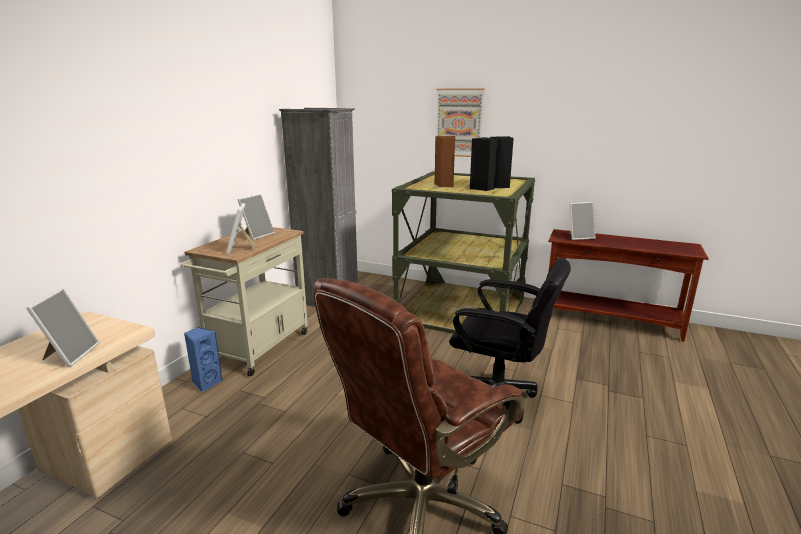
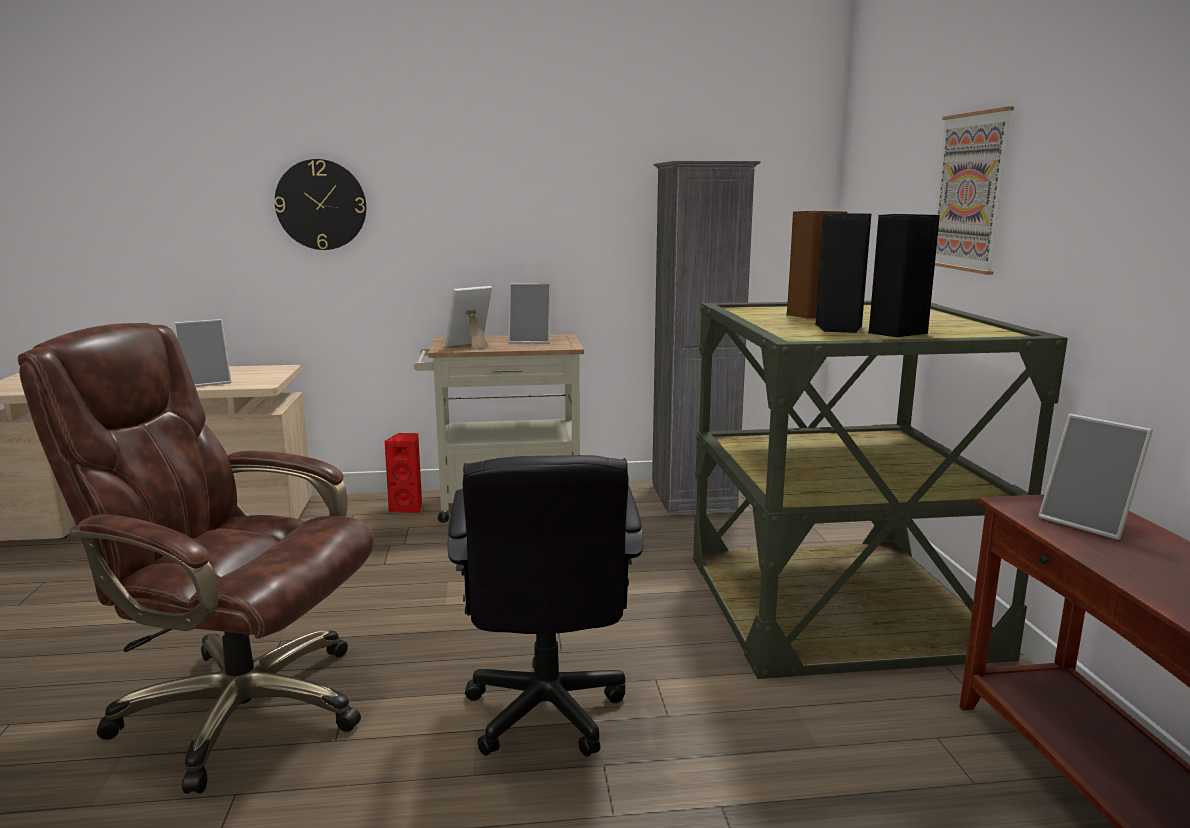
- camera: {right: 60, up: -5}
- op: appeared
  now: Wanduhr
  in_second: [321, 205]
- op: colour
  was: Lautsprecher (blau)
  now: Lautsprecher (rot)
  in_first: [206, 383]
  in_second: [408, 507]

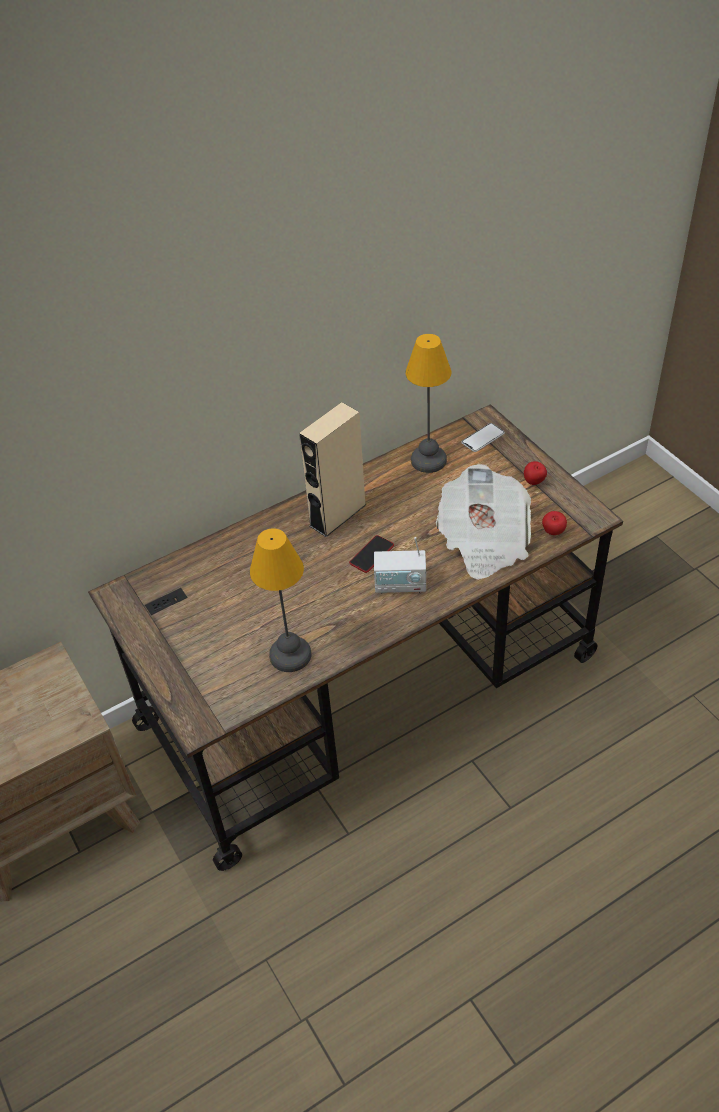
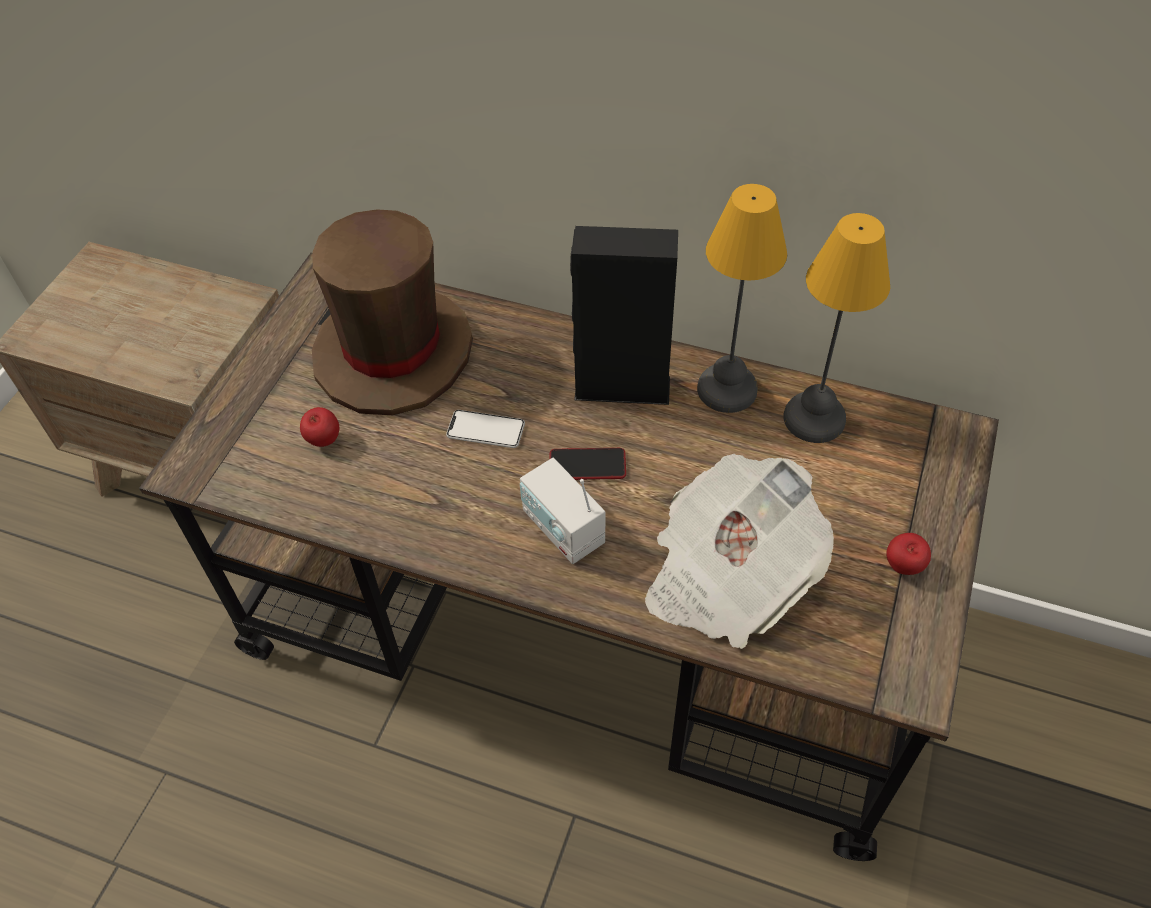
- camera: {right: 50, up: 5}
- op: relocated
  was: Apfel
  in_first: [553, 533]
  in_second: [323, 440]
- op: appeared
  now: Hut (braun)
  in_second: [394, 352]
- op: relocated
  was: Handy
  in_first: [483, 438]
  in_second: [486, 430]
- op: colour
  was: Lautsprecher (beige)
  now: Lautsprecher (schwarz)
  in_first: [337, 515]
  in_second: [622, 388]
- op: relocated
  was: Tischlampe
  in_first: [290, 656]
  in_second: [725, 390]

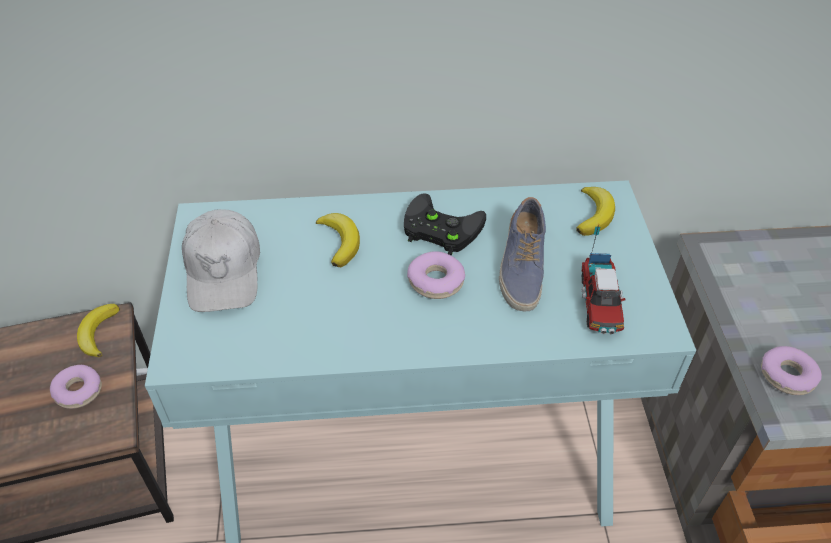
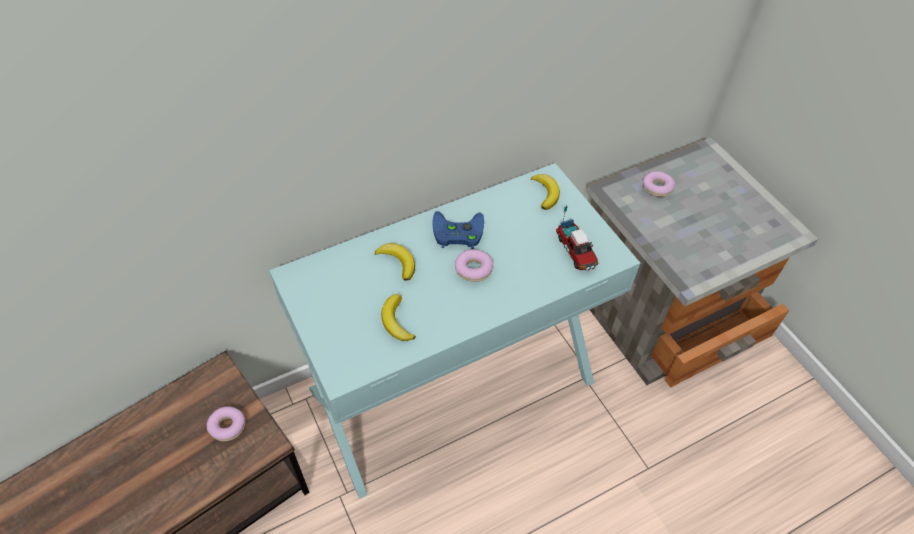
- camera: {right: -25, up: 5}
- op: relocated
  was: Banane
  in_first: [98, 332]
  in_second: [396, 321]
- op: colour
  was: Gamepad (schwarz)
  now: Gamepad (blau)
  in_first: [438, 228]
  in_second: [456, 233]
- op: relocated
  was: Donut
  in_first: [787, 375]
  in_second: [657, 187]
- op: missing
  was: Kappe (weiß)
  in_first: [224, 271]
- op: missing
  was: Schuh
  in_first: [521, 267]

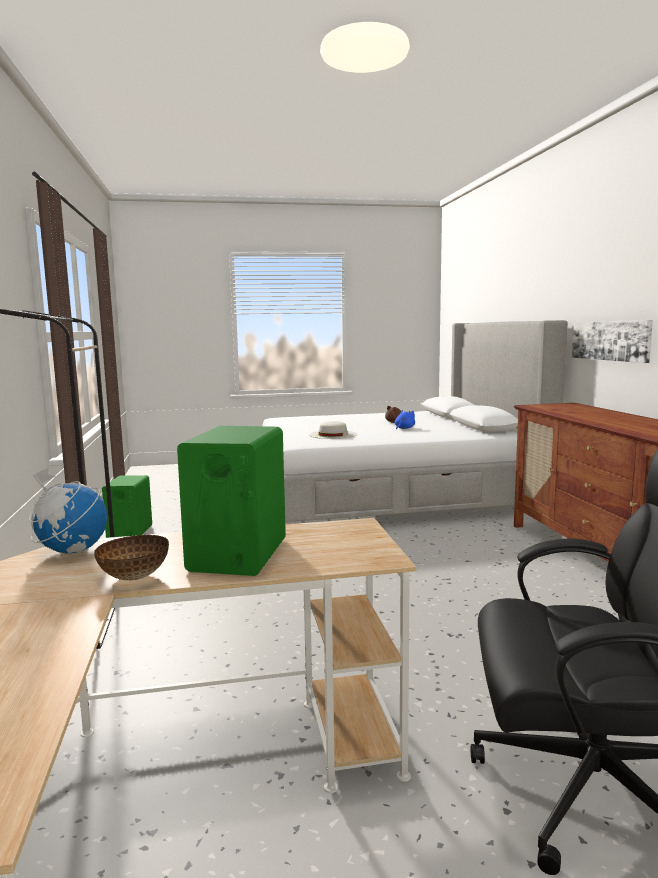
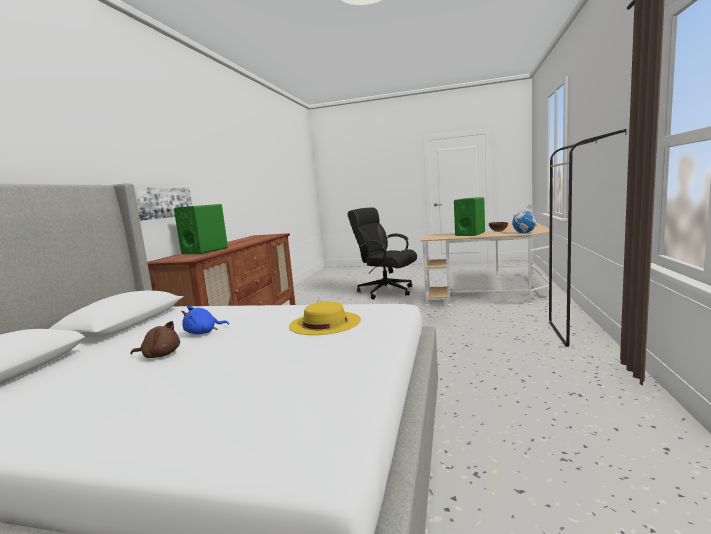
- camera: {right: -155, up: 0}
- op: relocated
  was: Lautsprecher (grün)
  in_first: [130, 533]
  in_second: [205, 251]
- op: colour
  was: Hut (weiß)
  now: Hut (gelb)
  in_first: [333, 434]
  in_second: [325, 323]

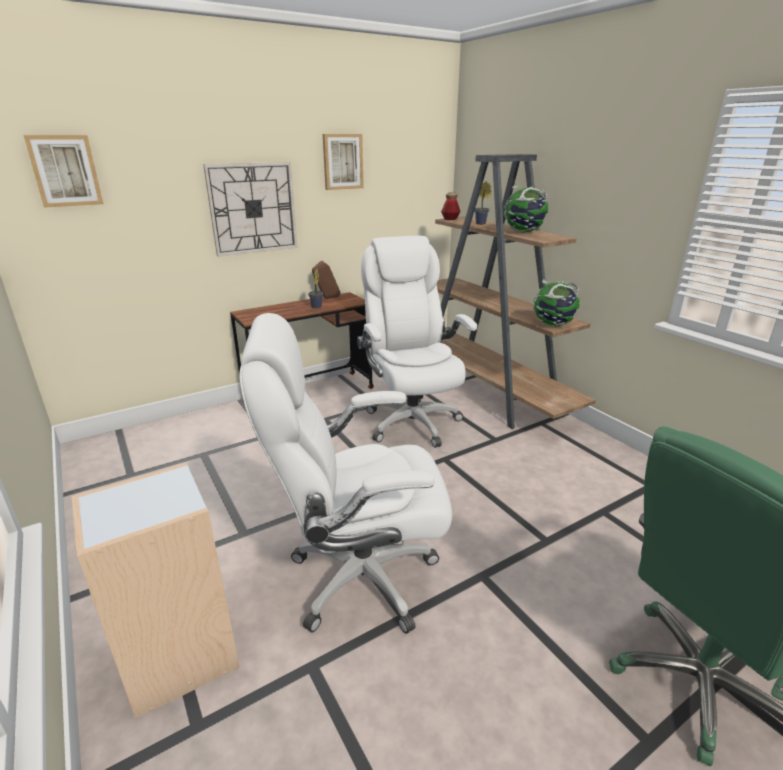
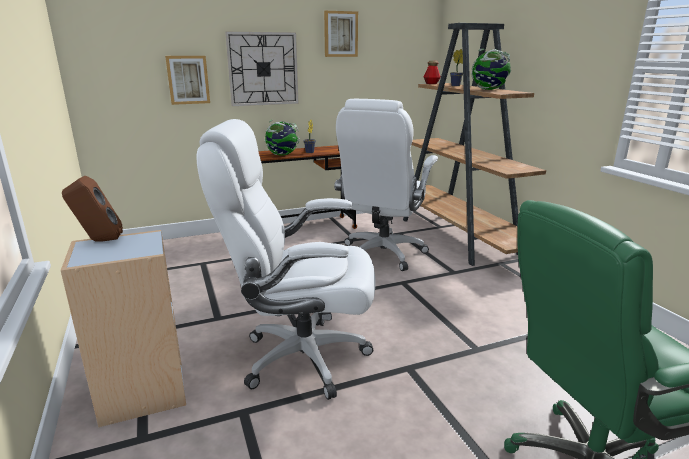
- camera: {right: 10, up: -5}
- op: relocated
  was: Lautsprecher (braun)
  in_first: [326, 298]
  in_second: [98, 241]
- op: relocated
  was: Bild
  in_first: [65, 171]
  in_second: [188, 80]
- op: relocated
  was: Globus
  in_first: [553, 325]
  in_second: [282, 155]
- op: spun
  was: Bürostuhl (weiß)
  in_first: [411, 422]
  in_second: [382, 254]
  clockwise: -150

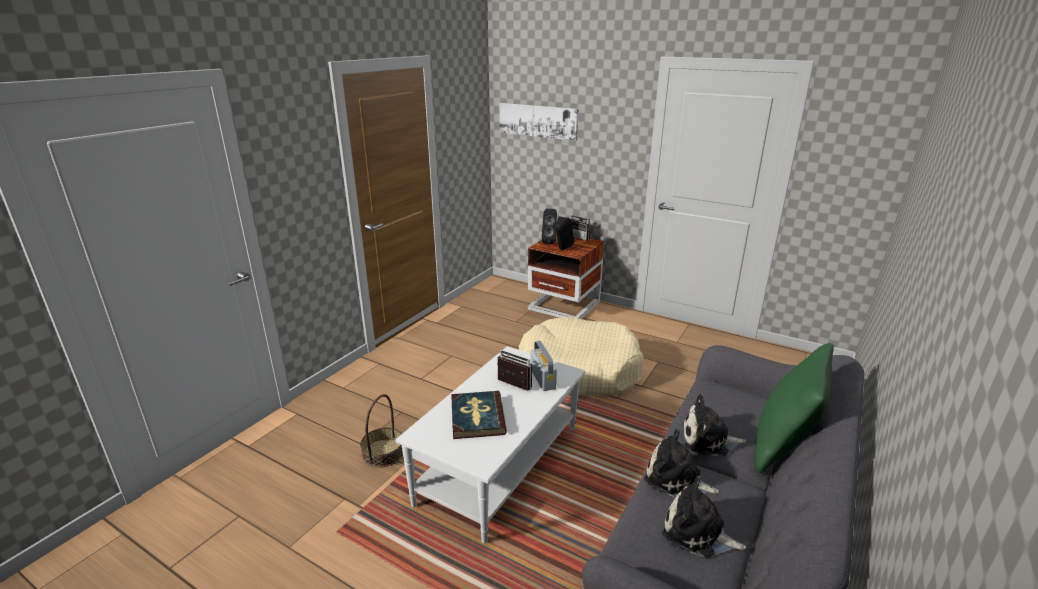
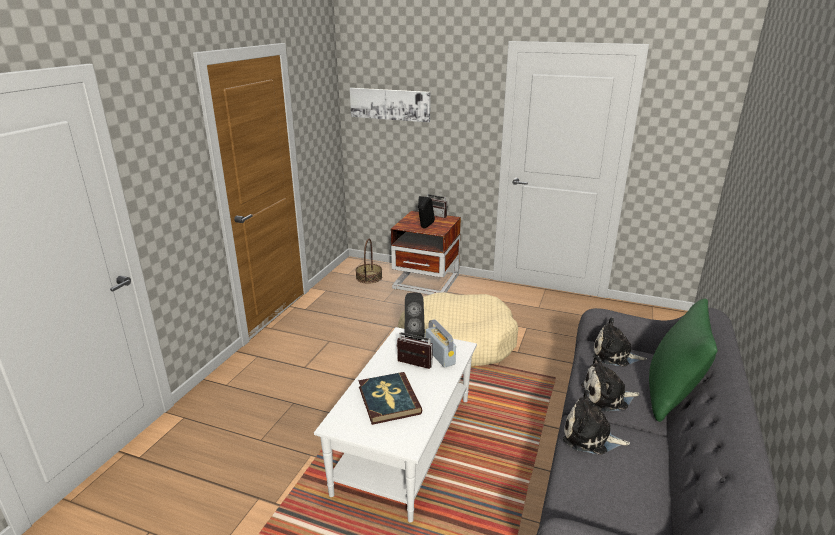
- camera: {right: -10, up: 0}
- op: relocated
  was: Korb
  in_first: [383, 452]
  in_second: [369, 277]
- op: relocated
  was: Lautsprecher (schwarz)
  in_first: [549, 242]
  in_second: [414, 334]
- op: relocated
  was: Plüschtier
  in_first: [697, 533]
  in_second: [614, 355]

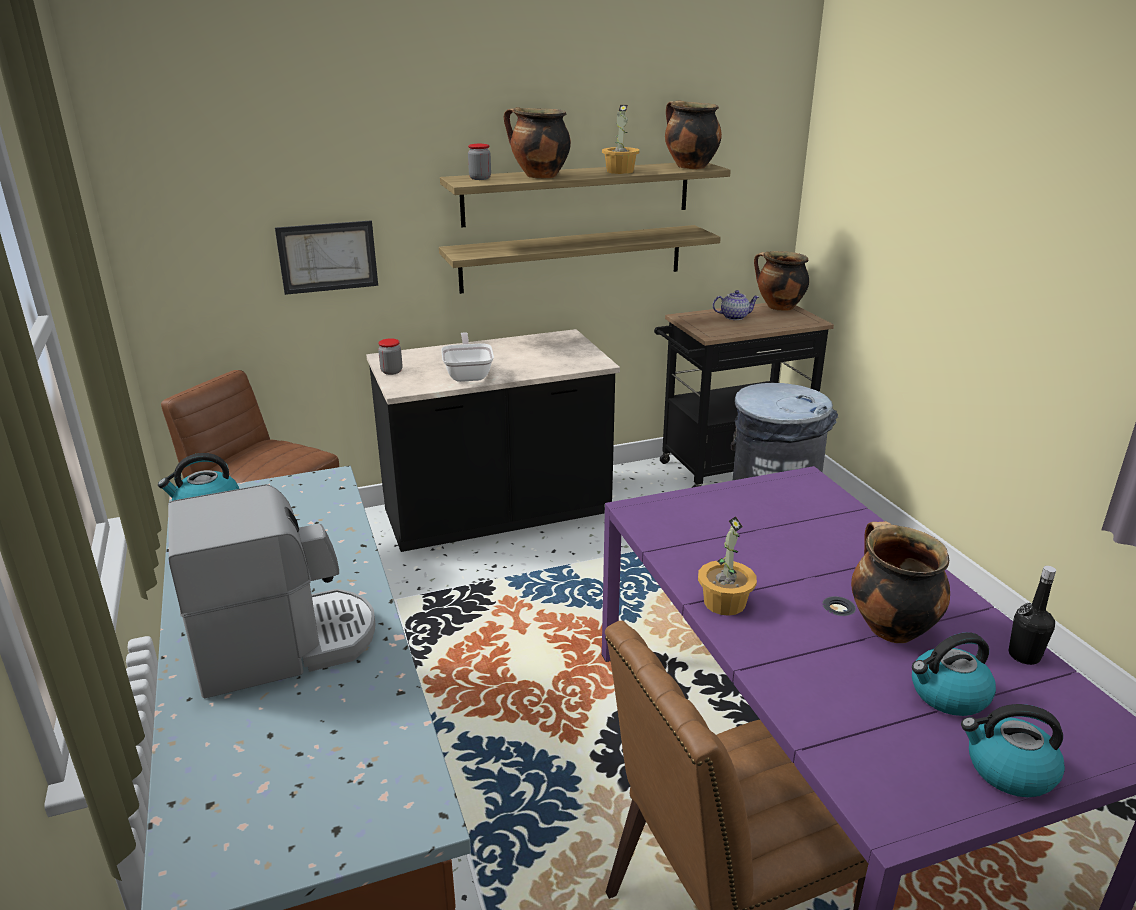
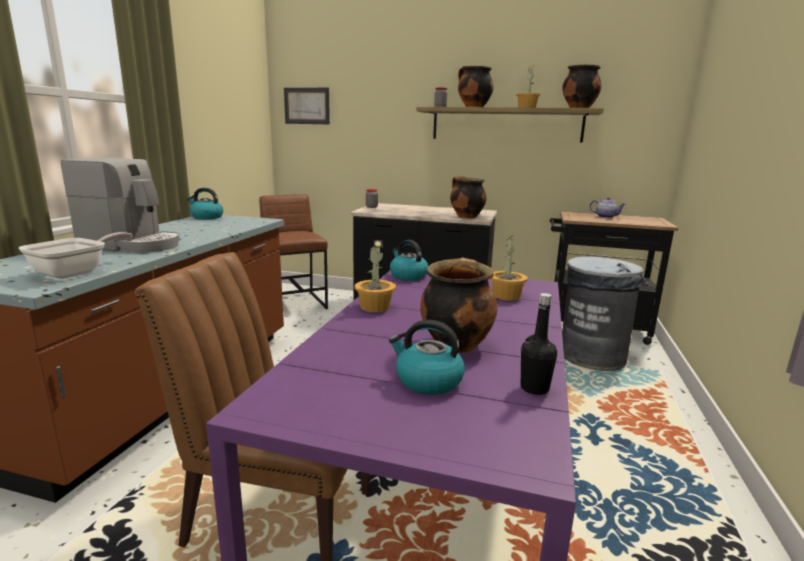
- camera: {right: 35, up: -10}
- op: relocated
  was: Pfanne
  in_first: [468, 374]
  in_second: [77, 272]
- op: relocated
  was: Bild
  in_first: [327, 257]
  in_second: [307, 106]
- op: relocated
  was: Wasserkessel
  in_first: [1008, 770]
  in_second: [408, 276]
- op: relocated
  was: Kochtopf
  in_first: [778, 307]
  in_second: [465, 217]
- op: appeared
  now: Topfpflanze
  in_second: [506, 296]
- op: missing
  was: Wandregal
  in_first: [572, 258]

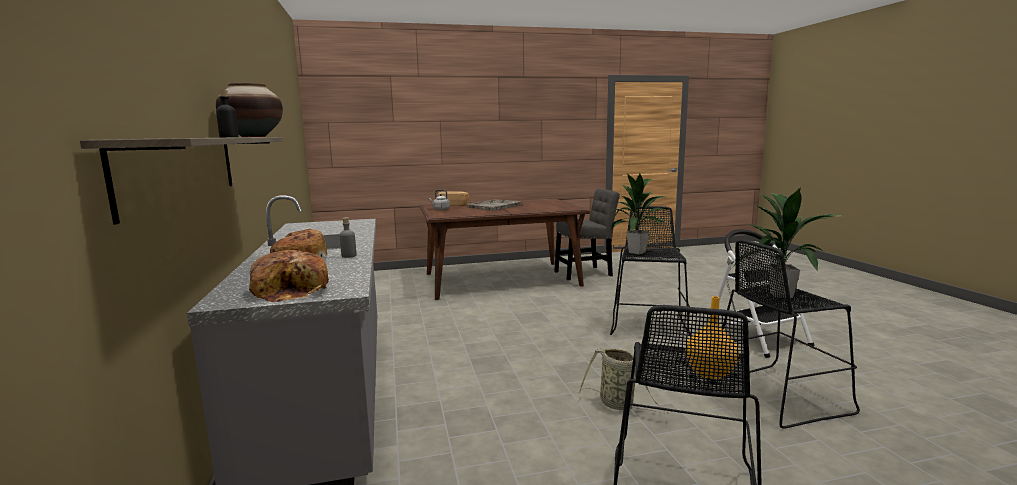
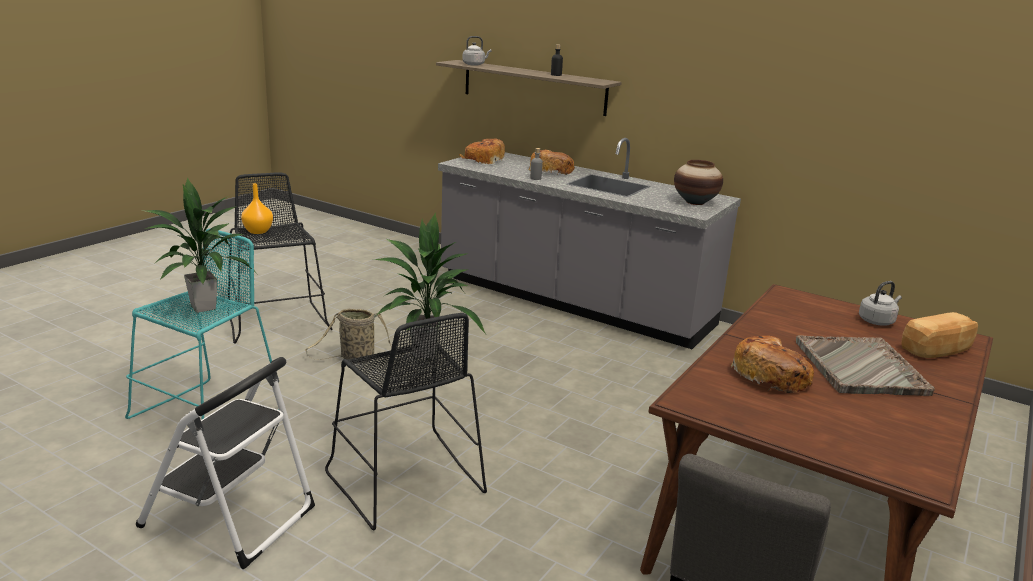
- camera: {right: 135, up: 10}
- op: colour
  was: Hocker (schwarz)
  now: Hocker (türkis)
  in_first: [778, 395]
  in_second: [206, 416]
- op: appeared
  now: Wasserkessel (grau)
  in_second: [475, 64]
- op: relocated
  was: Vase
  in_first: [254, 137]
  in_second: [695, 202]
- op: appeared
  now: Brot
  in_second: [771, 376]

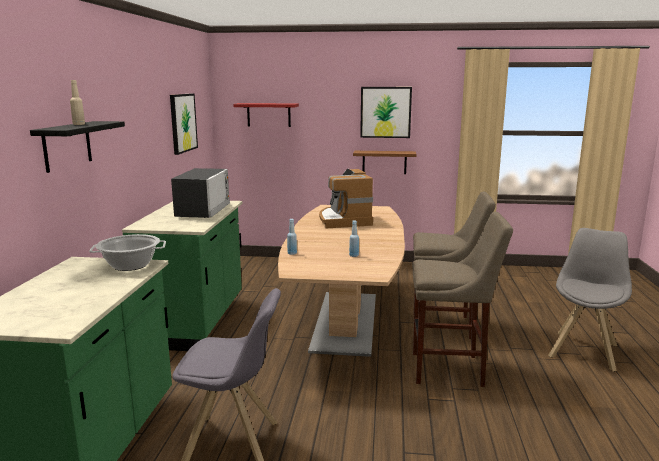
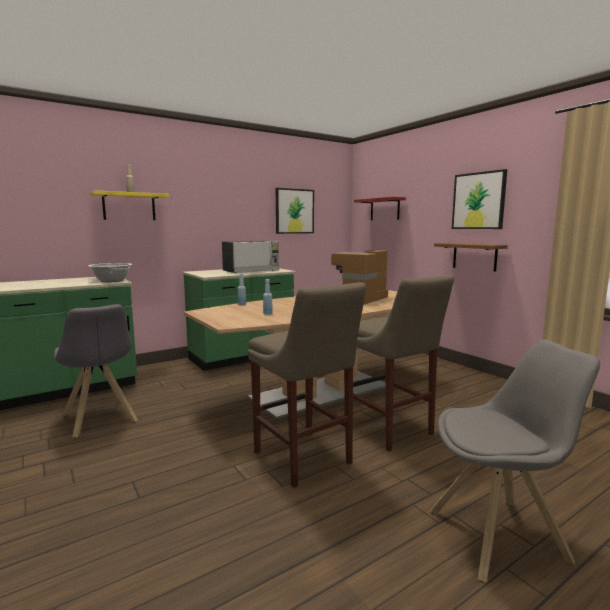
- camera: {right: 50, up: -5}
- op: colour
  was: Wandregal (schwarz)
  now: Wandregal (gelb)
  in_first: [67, 146]
  in_second: [129, 206]

